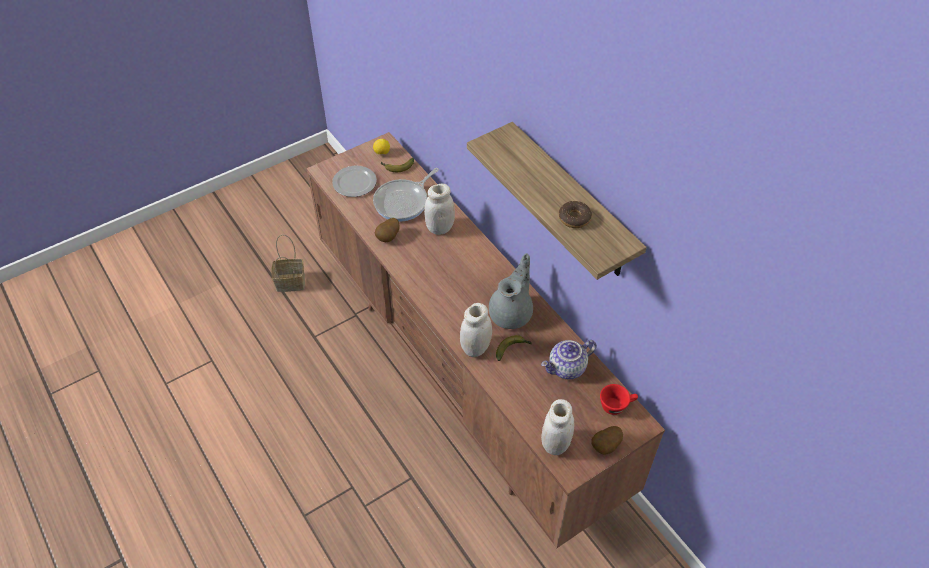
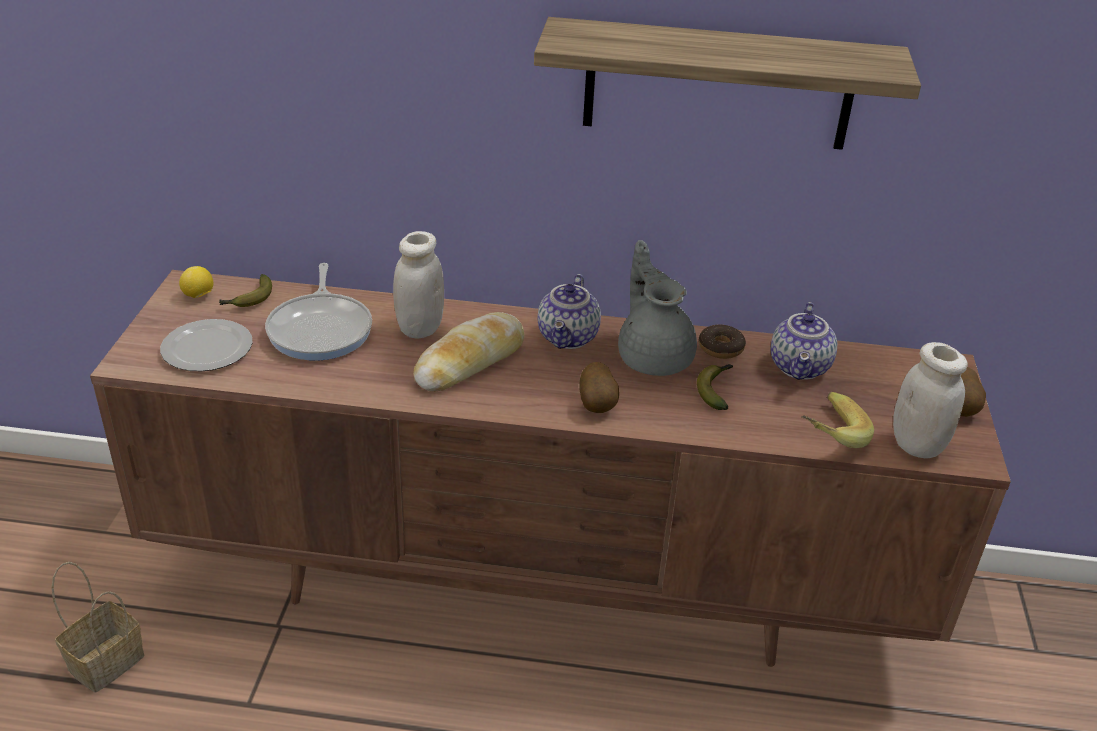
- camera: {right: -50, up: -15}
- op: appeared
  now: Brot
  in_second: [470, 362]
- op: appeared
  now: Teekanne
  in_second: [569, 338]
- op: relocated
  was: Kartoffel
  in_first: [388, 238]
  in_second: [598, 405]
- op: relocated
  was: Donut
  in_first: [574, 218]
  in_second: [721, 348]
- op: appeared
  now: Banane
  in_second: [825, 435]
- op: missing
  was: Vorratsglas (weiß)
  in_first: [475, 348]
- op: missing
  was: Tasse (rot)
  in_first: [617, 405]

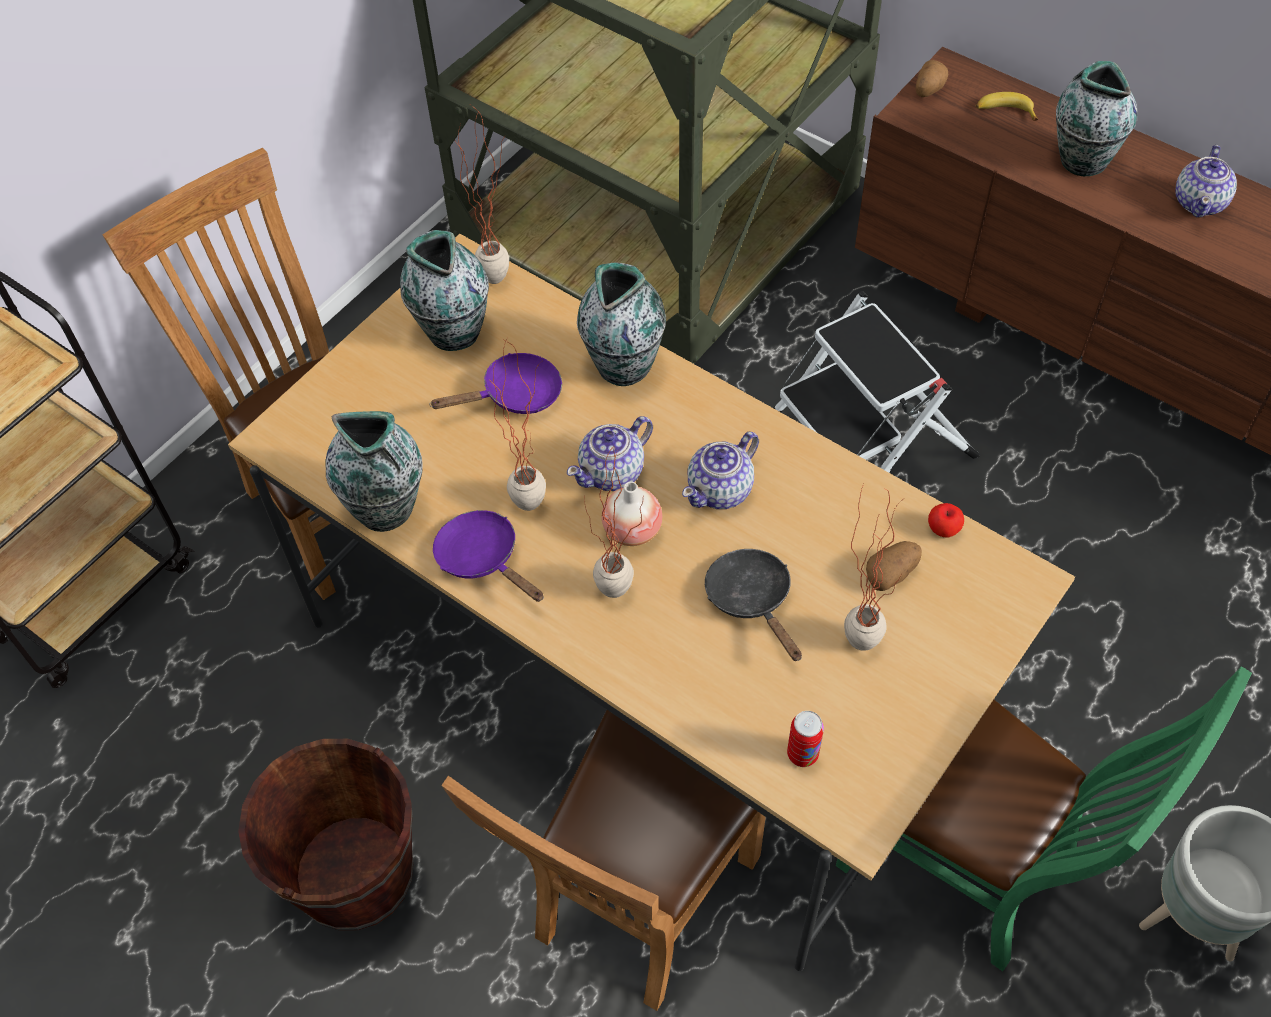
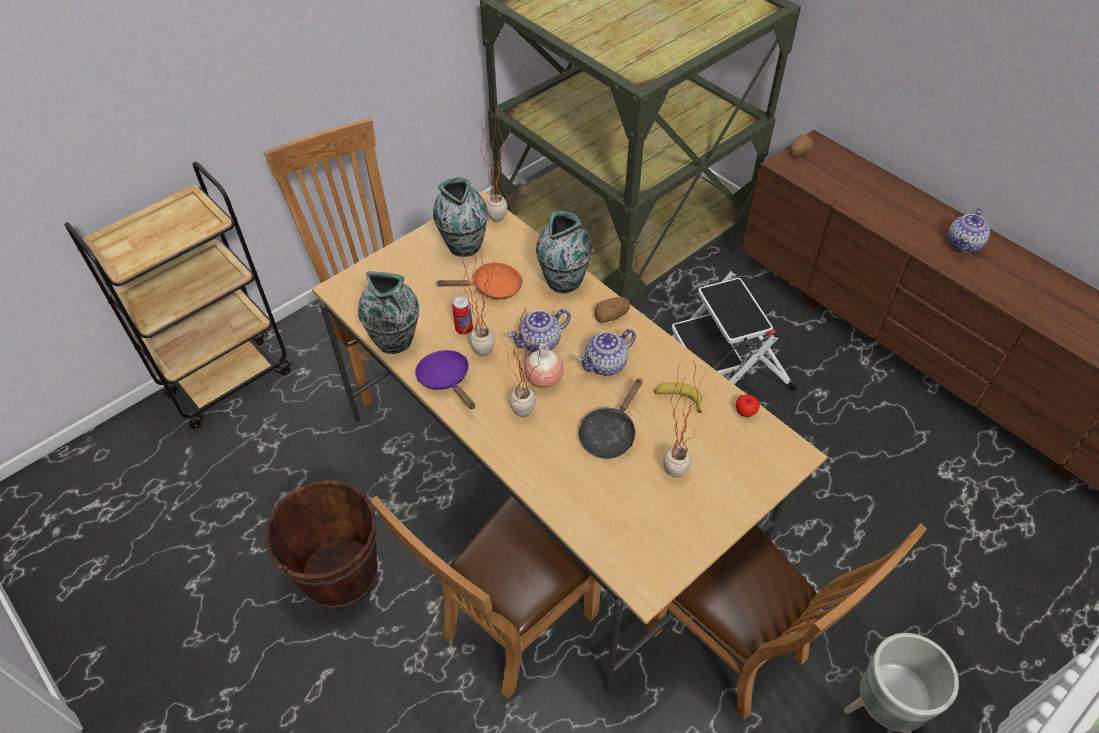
- camera: {right: 10, up: -5}
- op: colour
  was: Pfanne (lila)
  now: Pfanne (orange)
  in_first: [515, 395]
  in_second: [492, 288]
- op: relocated
  was: Dose
  in_first: [802, 754]
  in_second: [464, 329]
- op: spun
  was: Pfanne (schwarz)
  in_first: [752, 599]
  in_second: [609, 433]
  clockwise: -135
- op: relocated
  was: Kartoffel
  in_first: [891, 573]
  in_second: [611, 316]
- op: colour
  was: Stuhl (grün)
  now: Stuhl (braun)
  in_first: [970, 868]
  in_second: [735, 649]
- op: relocated
  was: Banane
  in_first: [1004, 111]
  in_second: [678, 399]
- op: missing
  was: Vase
  in_first: [1081, 159]

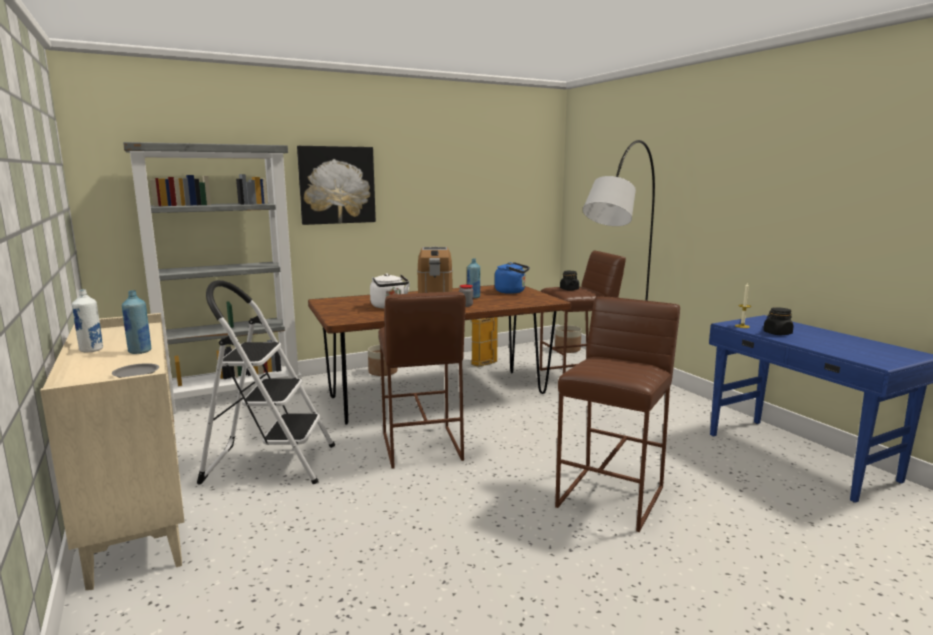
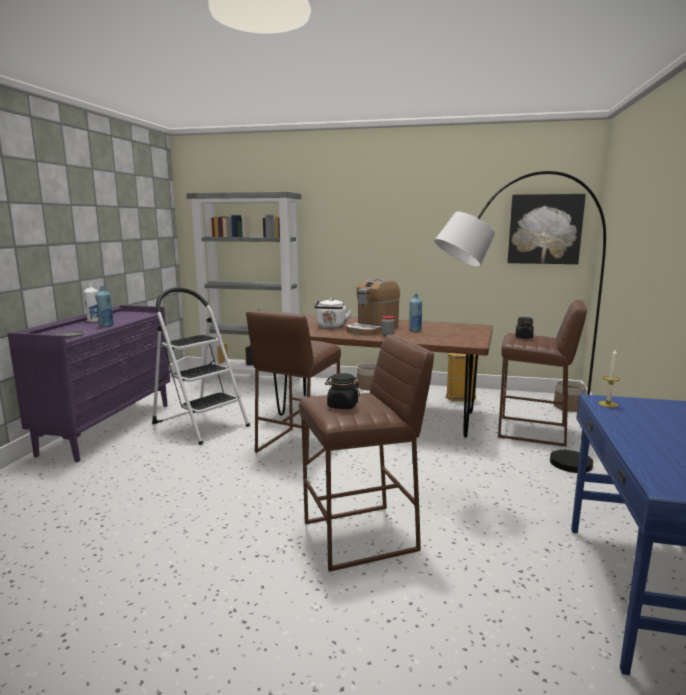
- camera: {right: 40, up: 0}
- op: colour
  was: Schrank (beige)
  now: Schrank (lila)
  in_first: [138, 511]
  in_second: [109, 428]
- op: relocated
  was: Vorratsglas (schwarz)
  in_first: [777, 333]
  in_second: [342, 406]
- op: relocated
  was: Bild
  in_first: [337, 185]
  in_second: [544, 229]
- op: missing
  was: Wasserkessel (blau)
  in_first: [512, 292]

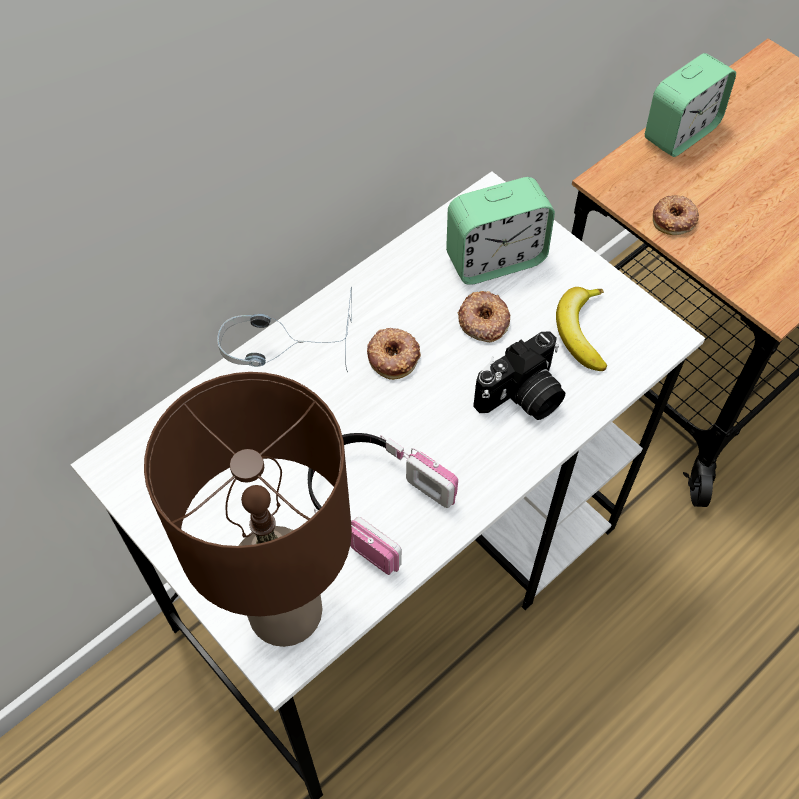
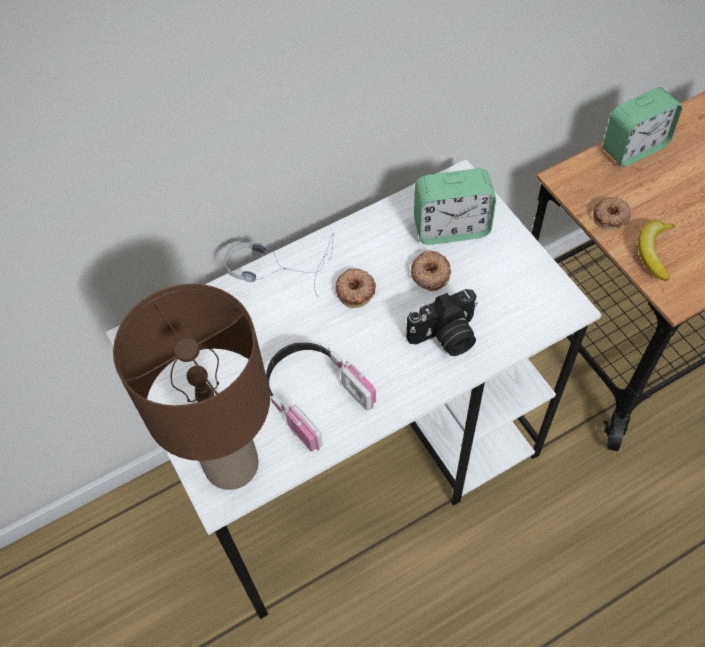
- camera: {right: 15, up: 0}
- op: relocated
  was: Banane
  in_first: [580, 331]
  in_second: [653, 252]

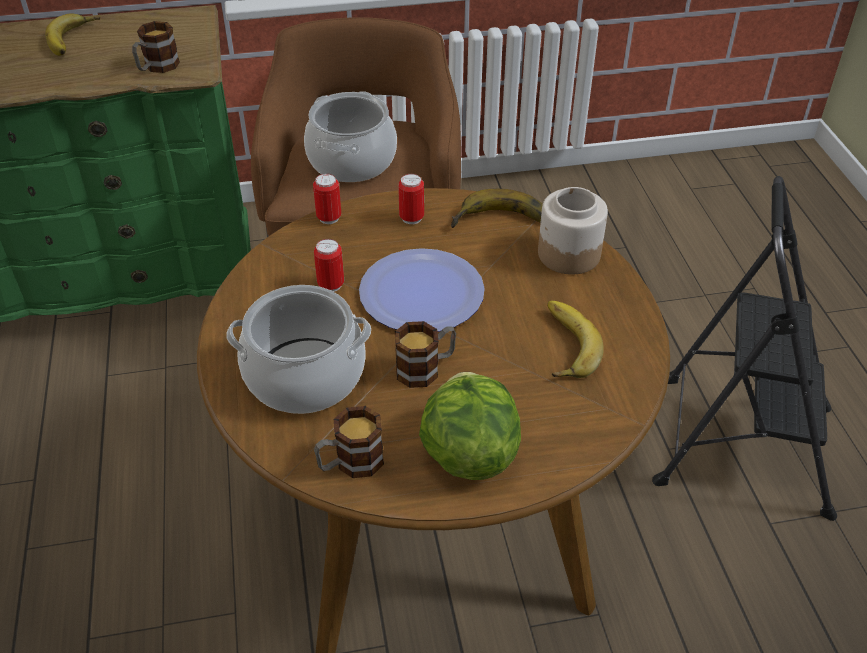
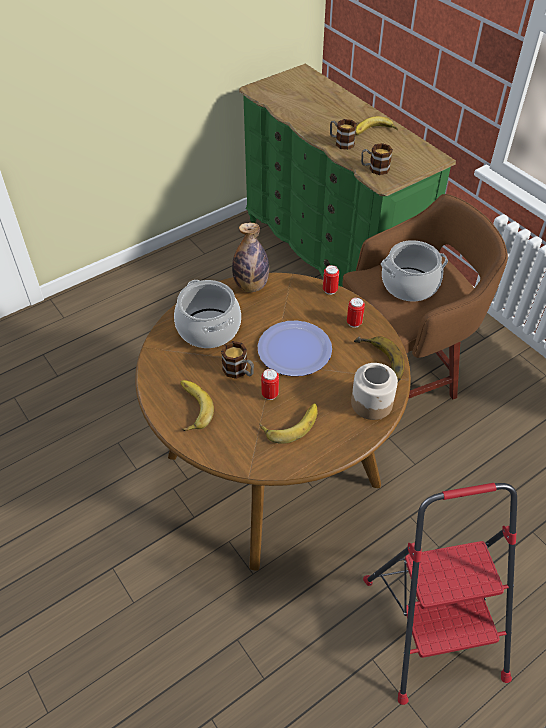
- camera: {right: 65, up: 5}
- op: exchanged
  was: Salatkopf
  now: Banane
  in_first: [468, 453]
  in_second: [190, 408]
- op: appeared
  now: Flasche
  in_second: [251, 286]
- op: relocated
  was: Dose
  in_first: [331, 285]
  in_second: [270, 394]
- op: relocated
  was: Henkelbecher
  in_first: [350, 463]
  in_second: [341, 142]
- op: colour
  was: Trittleiter (schwarz)
  now: Trittleiter (rot)
  in_first: [737, 441]
  in_second: [432, 621]

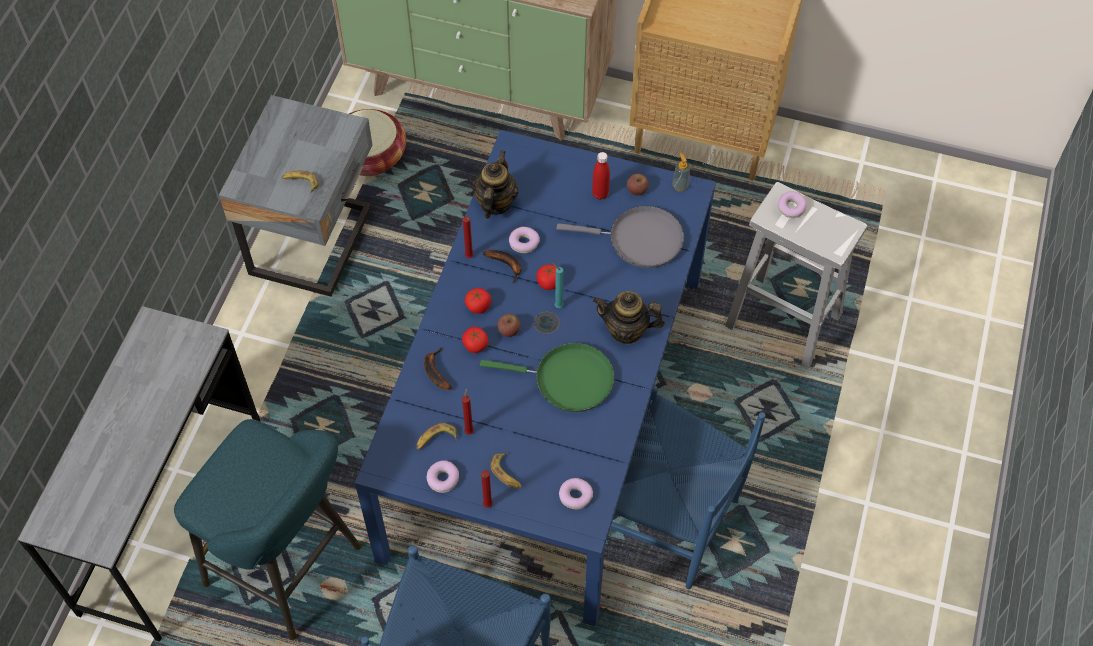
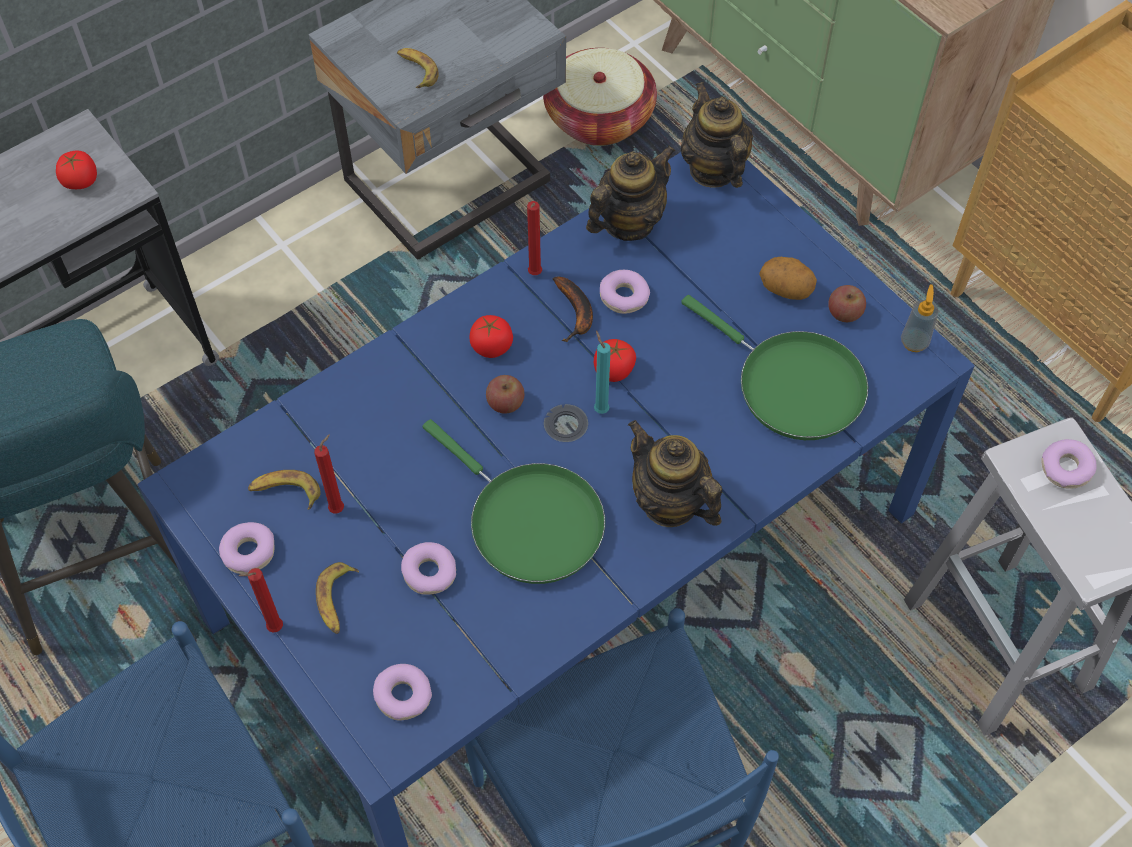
- camera: {right: 35, up: 0}
- op: relocated
  was: Tomate
  in_first: [475, 345]
  in_second: [80, 181]
- op: appeared
  now: Donut
  in_second: [429, 573]
- op: appeared
  now: Teekanne
  in_second: [713, 169]
- op: colour
  was: Pfanne (grau)
  now: Pfanne (grün)
  in_first: [640, 240]
  in_second: [793, 385]
- op: exchanged
  was: Flasche (rot)
  now: Kartoffel
  in_first: [600, 194]
  in_second: [786, 290]
- op: missing
  was: Banane
  in_first: [435, 371]

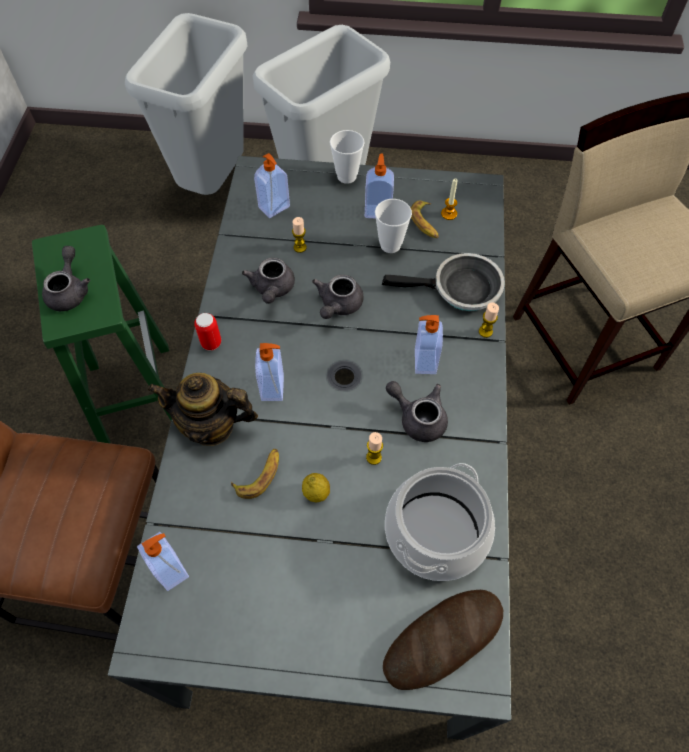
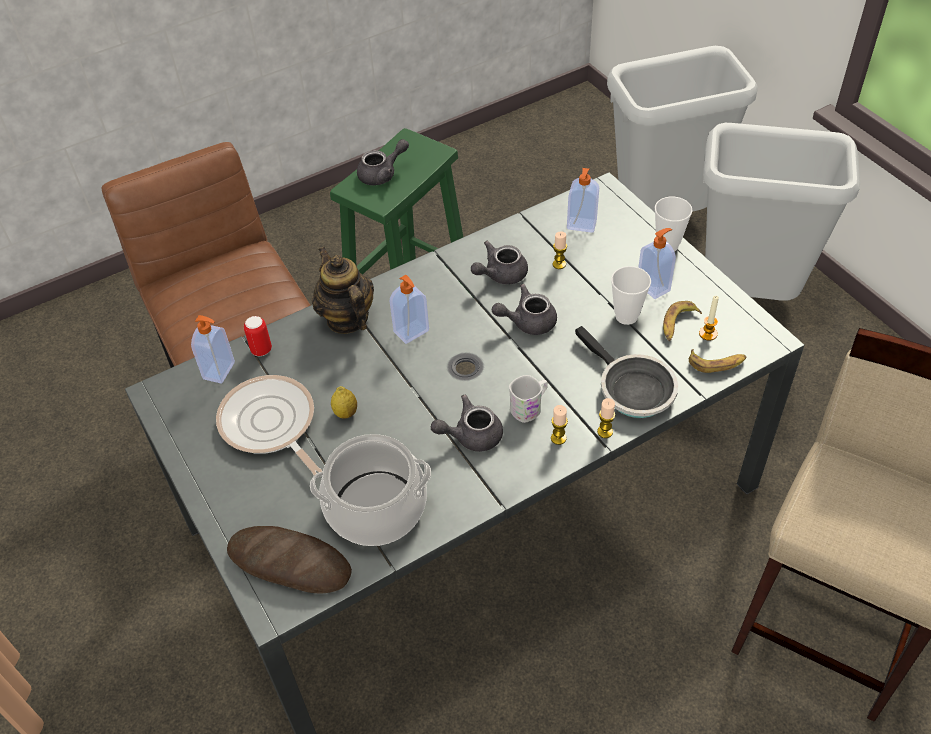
- camera: {right: 55, up: -10}
- op: appeared
  now: Pfanne
  in_second: [270, 425]
- op: relocated
  was: Dose
  in_first: [211, 343]
  in_second: [261, 350]
- op: spun
  was: Teekanne (grau)
  in_first: [418, 418]
  in_second: [471, 435]
  clockwise: -105
- op: exchanged
  was: Seifenspender
  now: Henkelbecher (weiß)
  in_first: [424, 361]
  in_second: [529, 408]
- op: relocated
  was: Kerze
  in_first: [373, 457]
  in_second: [558, 438]
- op: relocated
  was: Banane
  in_first: [259, 475]
  in_second: [717, 363]

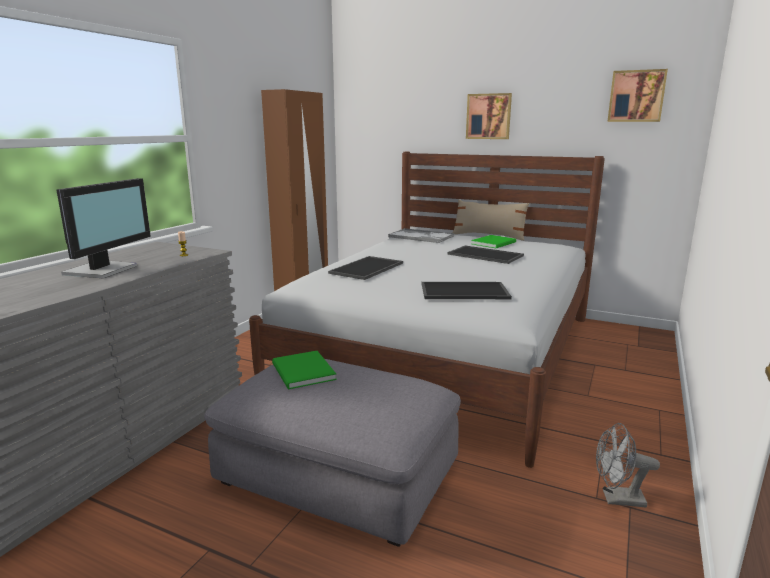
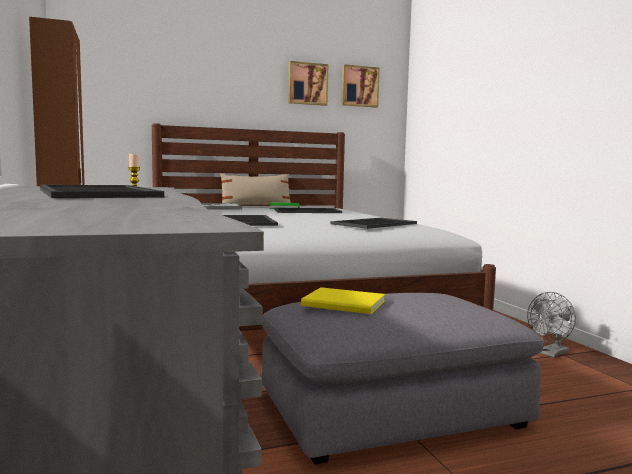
- camera: {right: -45, up: -10}
- op: exchanged
  was: Monitor
  now: Tablett
  in_first: [103, 270]
  in_second: [94, 193]
- op: relocated
  was: Bild
  in_first: [488, 116]
  in_second: [307, 84]
- op: colour
  was: Buch (grün)
  now: Buch (gelb)
  in_first: [302, 372]
  in_second: [345, 304]

